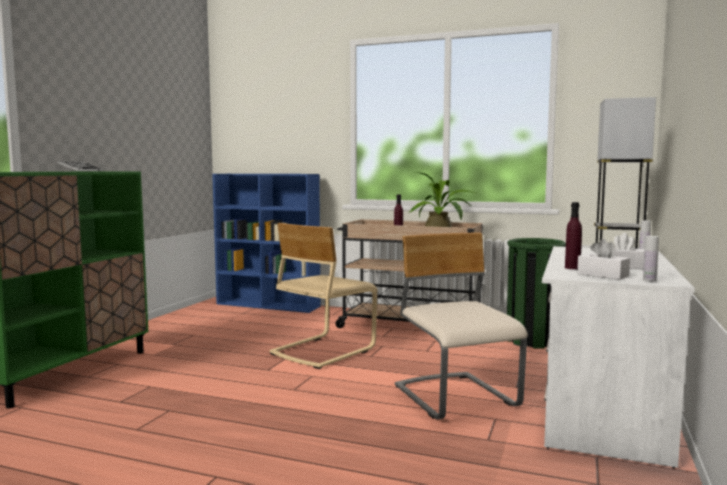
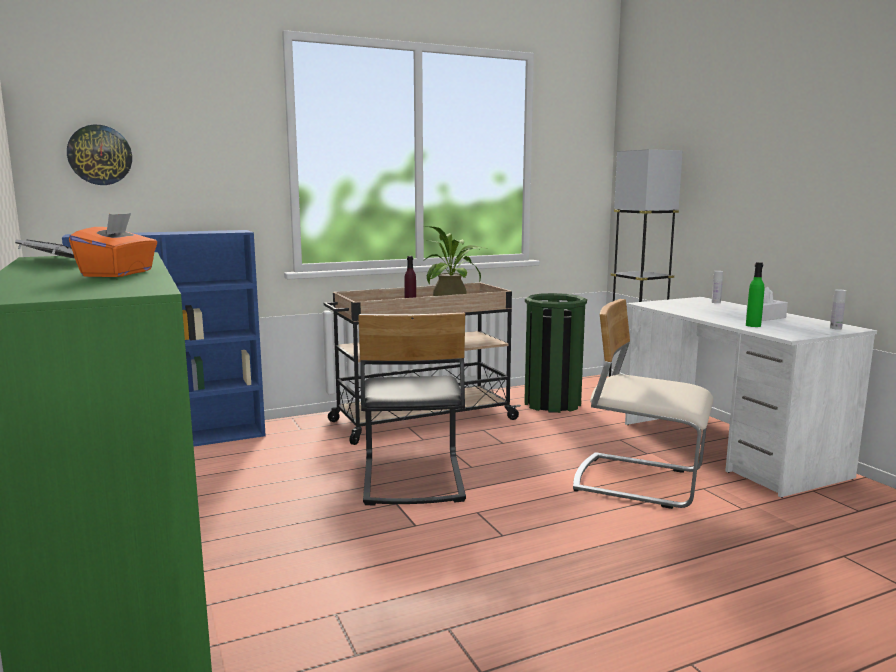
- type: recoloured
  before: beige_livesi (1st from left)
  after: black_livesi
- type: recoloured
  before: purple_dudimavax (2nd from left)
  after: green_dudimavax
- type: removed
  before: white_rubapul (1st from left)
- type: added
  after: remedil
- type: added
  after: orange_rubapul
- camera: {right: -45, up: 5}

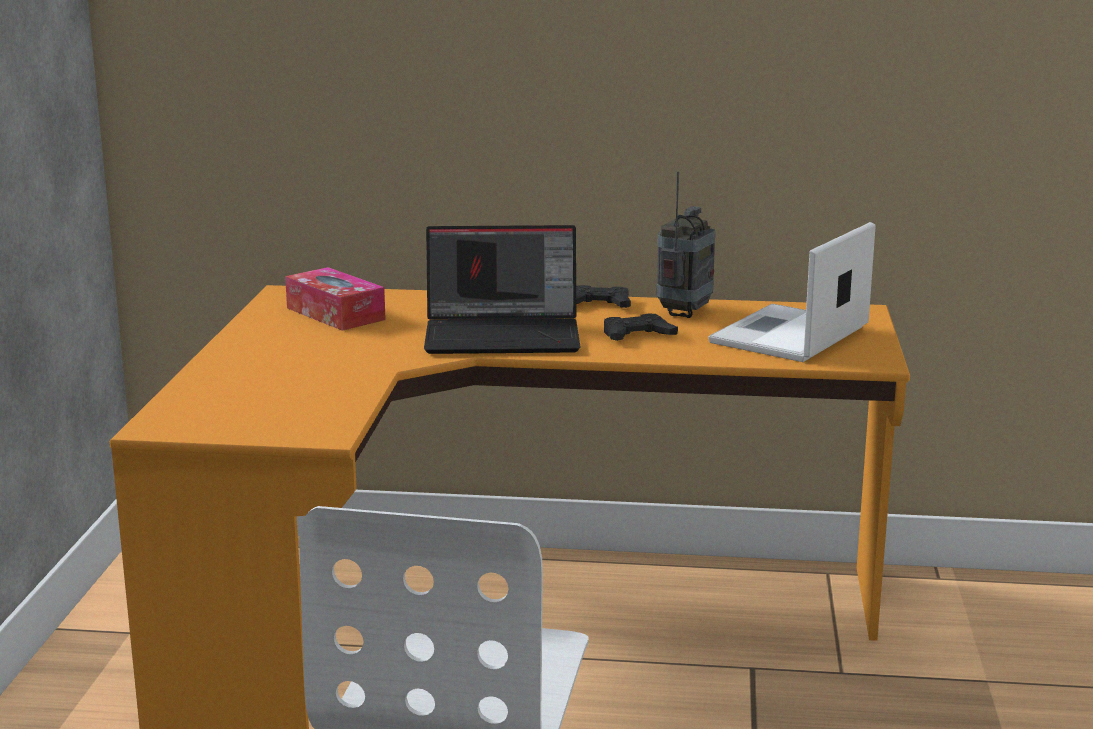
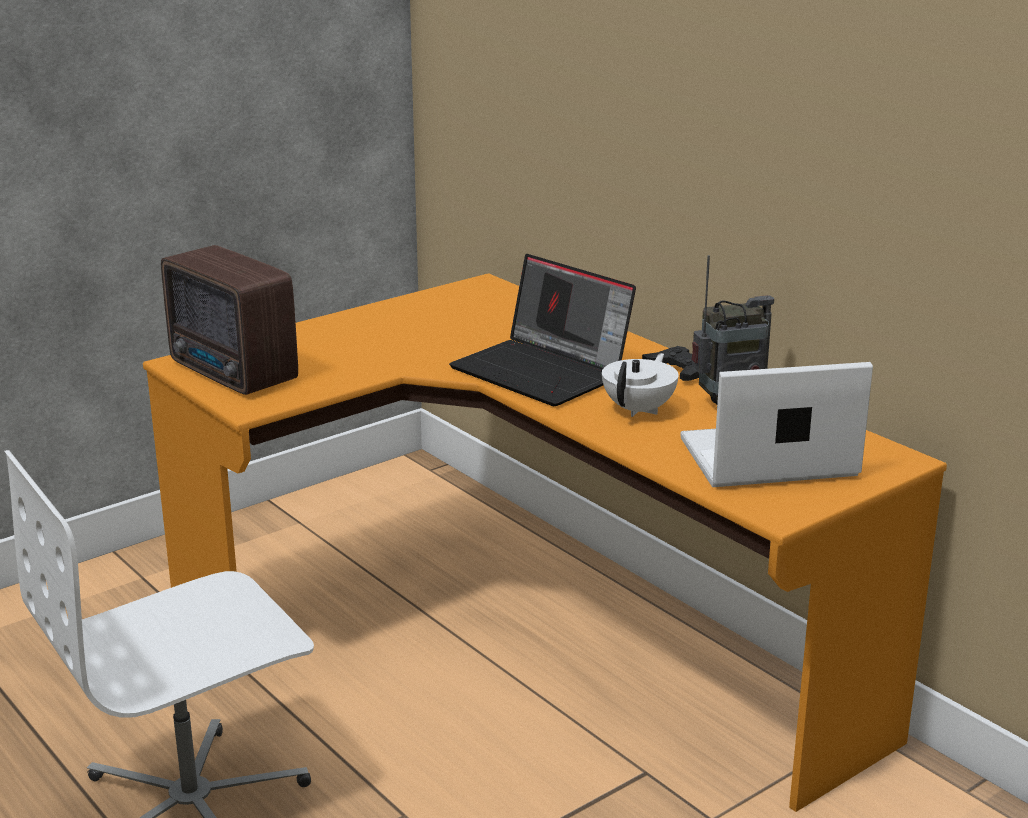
- type: removed
  before: rubapul
- type: replaced
  before: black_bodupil (2nd from left)
  after: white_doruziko
- type: added
  after: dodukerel (1st from left)
- camera: {right: 45, up: 5}

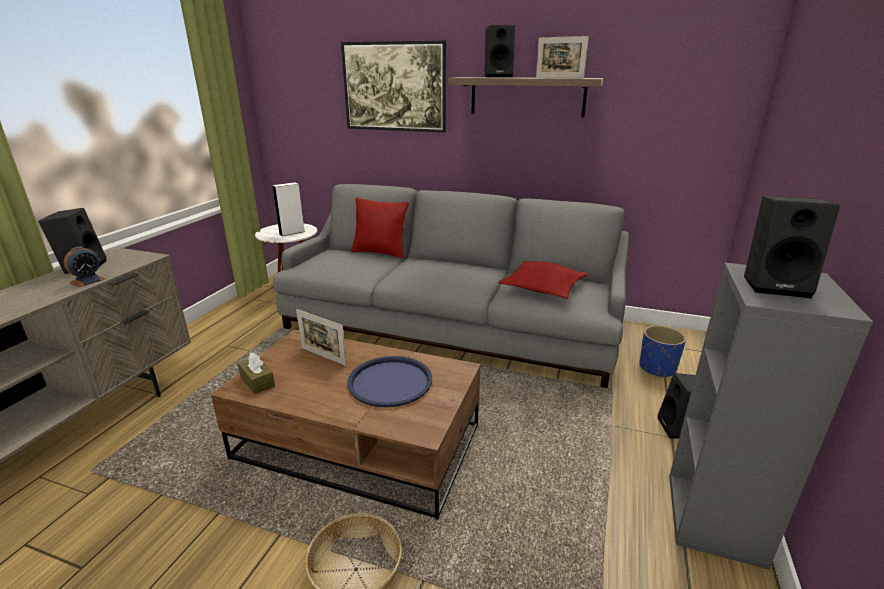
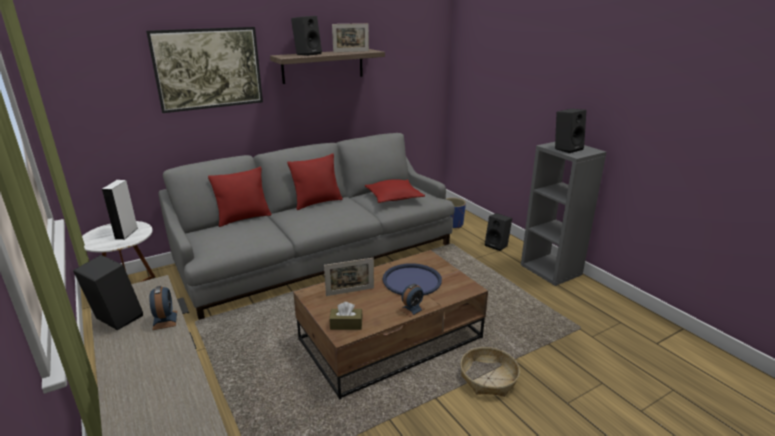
- type: added
  after: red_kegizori (2nd from left)
- type: added
  after: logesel (2nd from left)
- camera: {right: -50, up: 0}

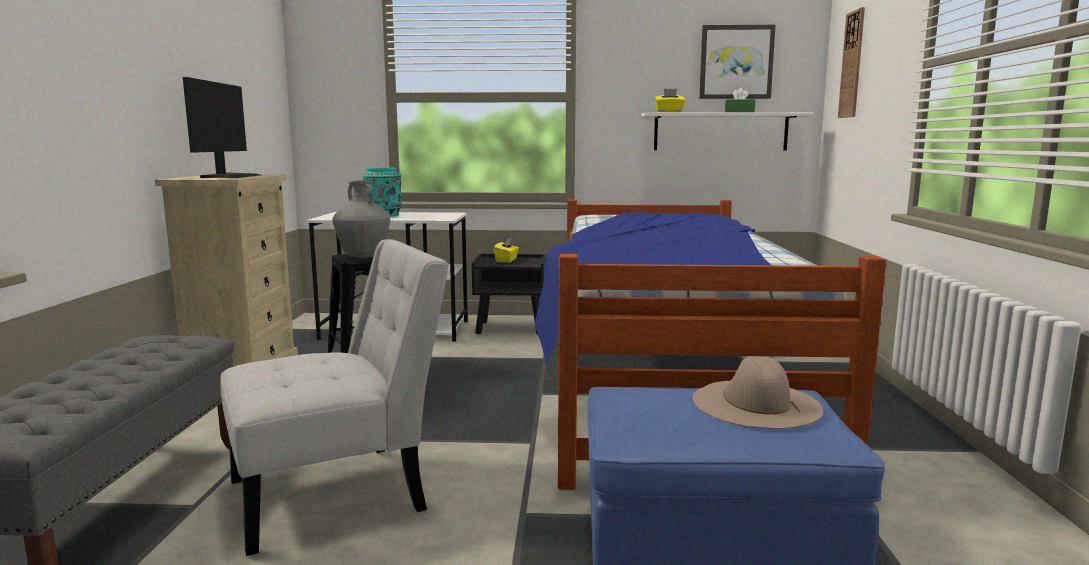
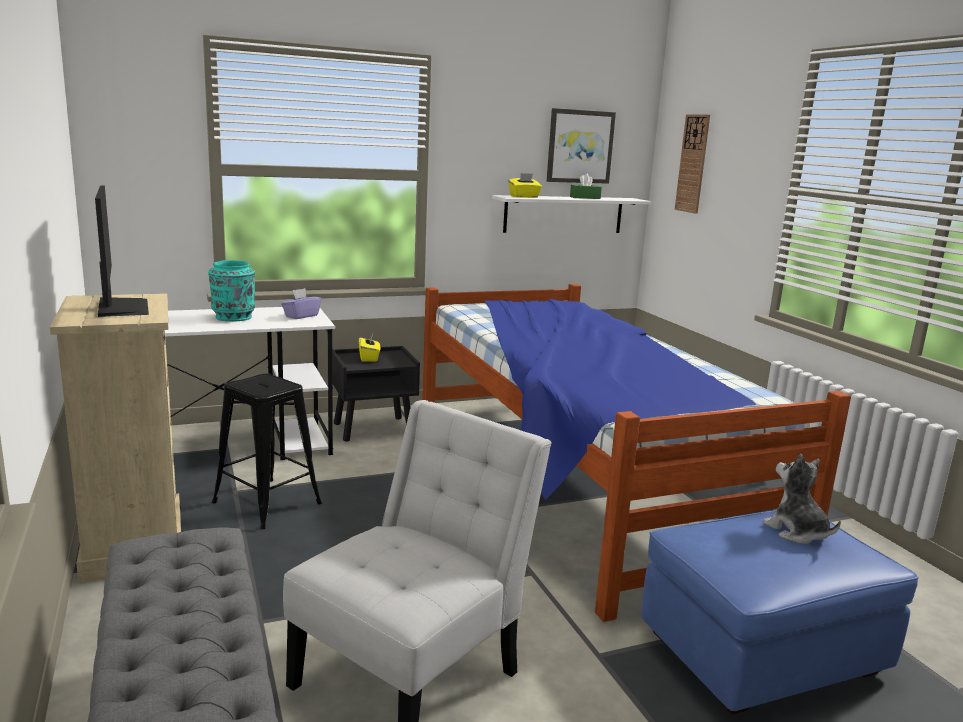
- type: removed
  before: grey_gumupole
- type: replaced
  before: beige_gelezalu
  after: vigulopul
- type: added
  after: purple_rubapul
- camera: {right: -25, up: 5}

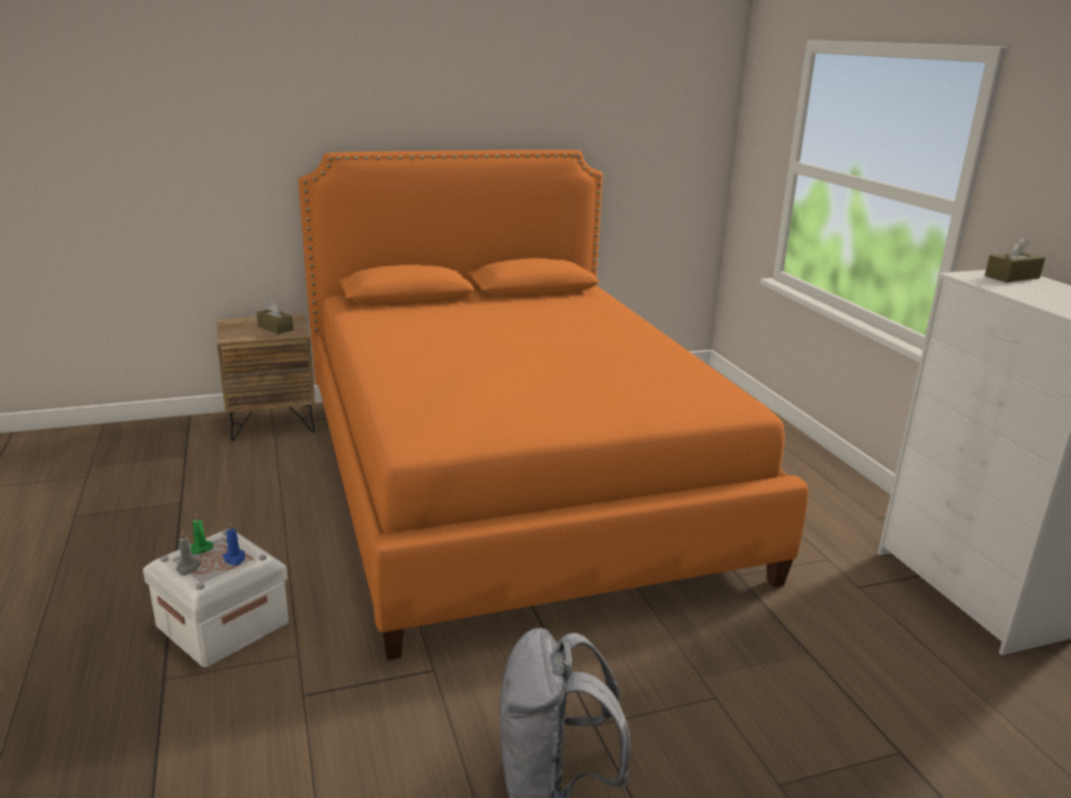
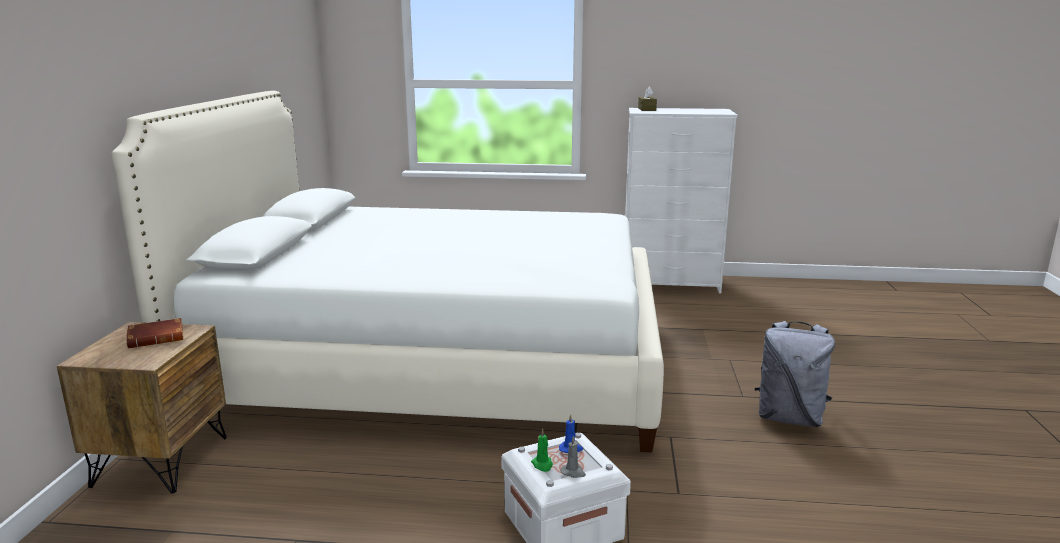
- type: replaced
  before: brown_rubapul (1st from left)
  after: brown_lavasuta
- type: recoloured
  before: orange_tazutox
  after: white_tazutox
- camera: {right: -65, up: -5}

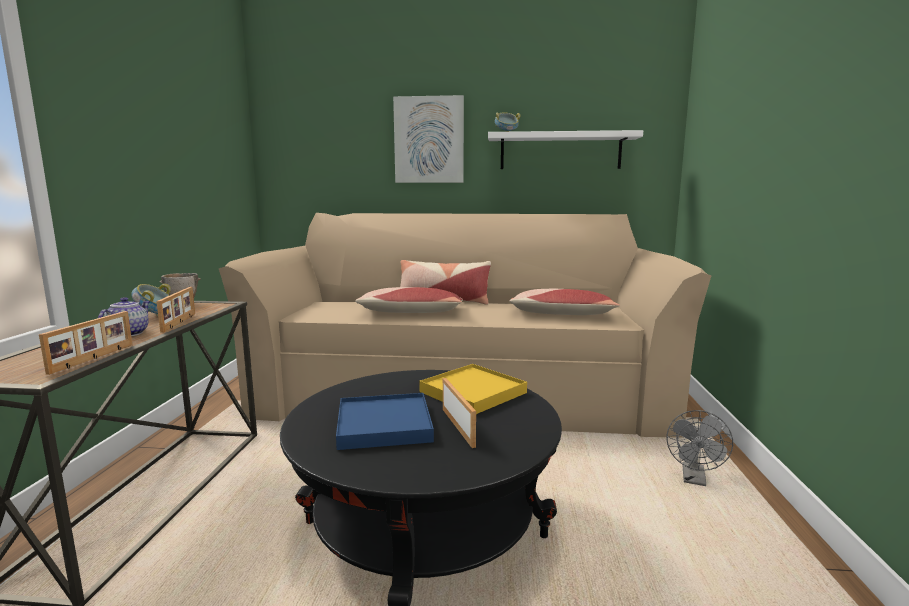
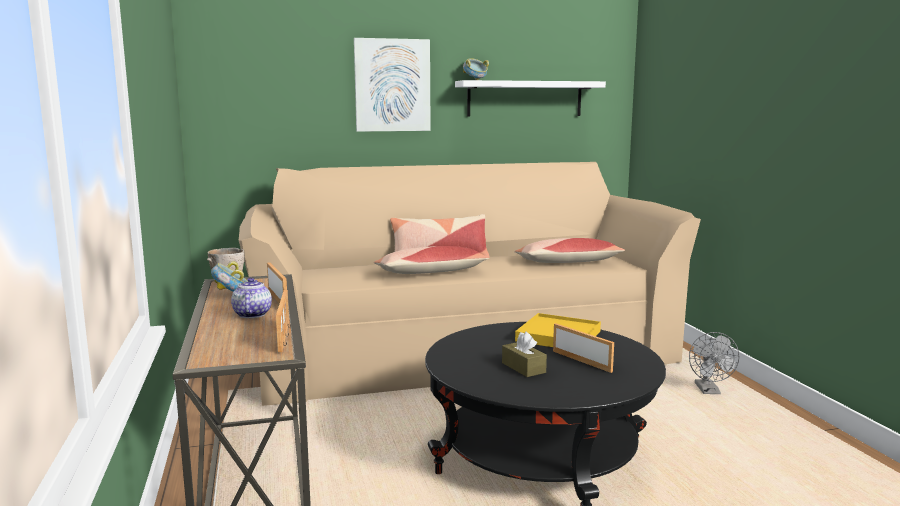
- type: replaced
  before: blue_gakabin
  after: brown_rubapul
- camera: {right: -20, up: 0}

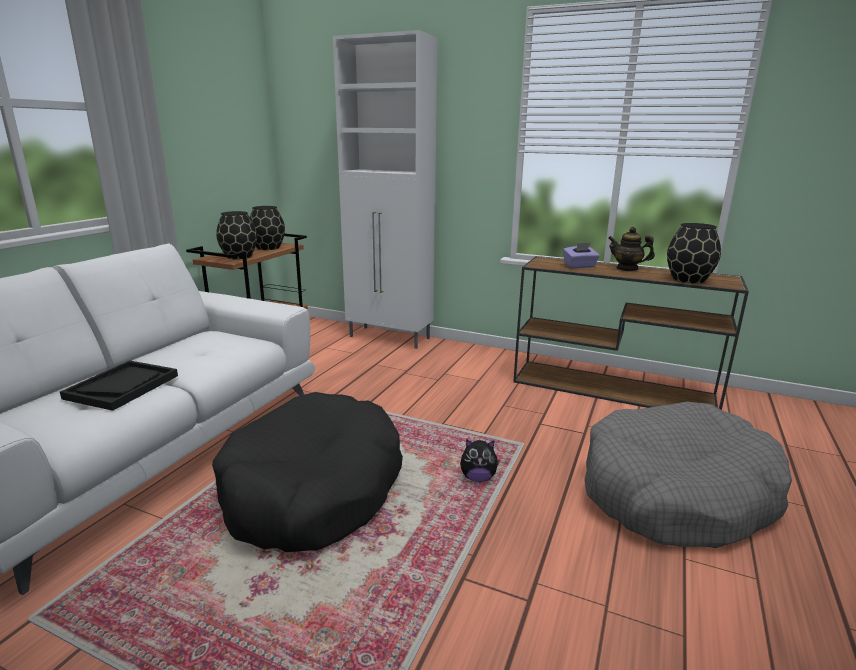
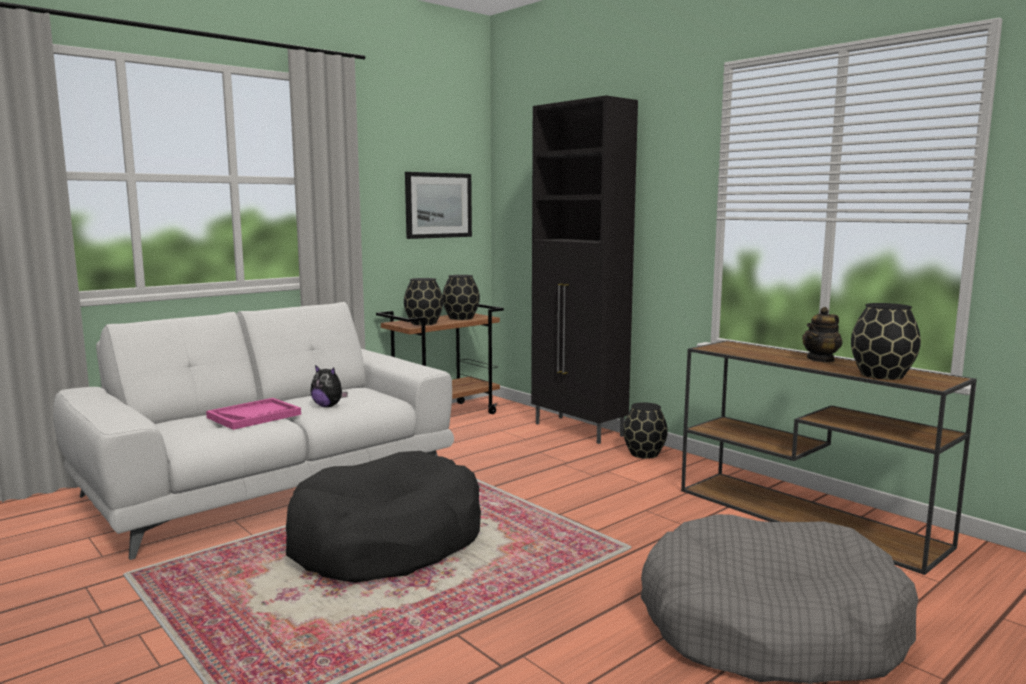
- type: recoloured
  before: black_gakabin
  after: pink_gakabin
- type: recoloured
  before: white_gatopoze
  after: black_gatopoze
- type: moved
  before: vigulopul
- type: removed
  before: purple_rubapul
- type: turned
  before: doruziko
  turn: -90
- type: added
  after: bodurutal
- type: added
  after: black_gumupole (3rd from left)
- camera: {right: 25, up: -10}

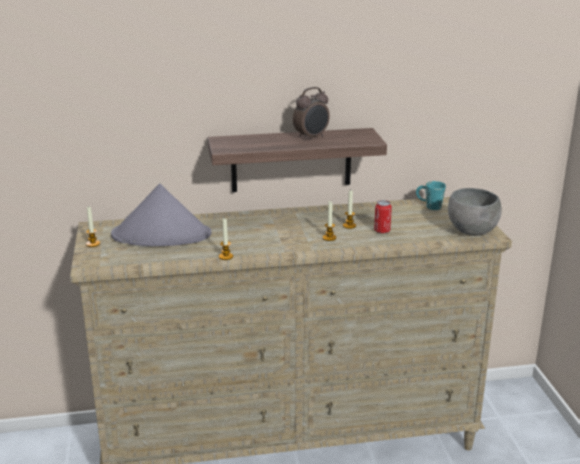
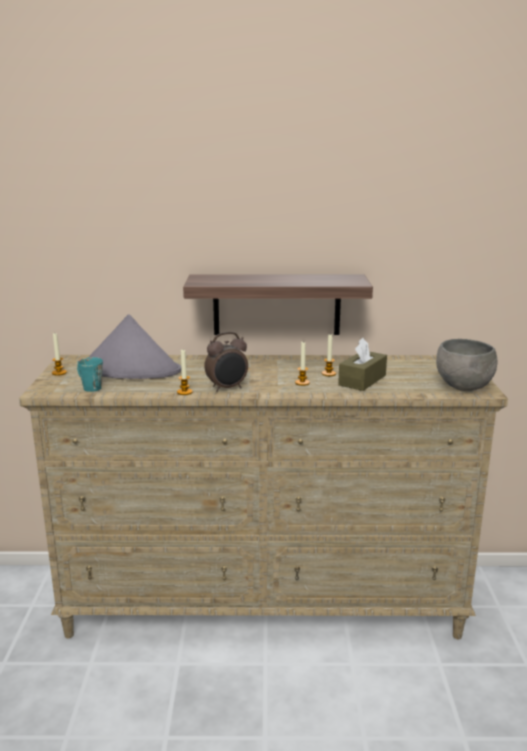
- type: moved
  before: logesel
- type: replaced
  before: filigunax
  after: brown_rubapul
- type: moved
  before: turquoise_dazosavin
- camera: {right: 10, up: -5}

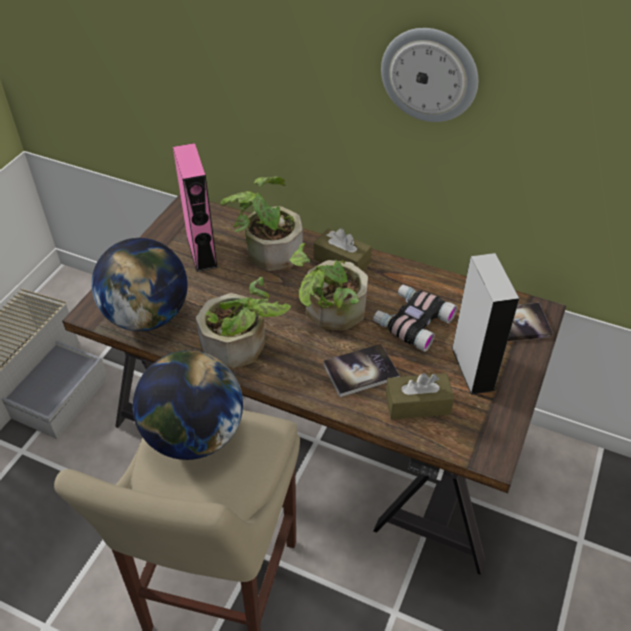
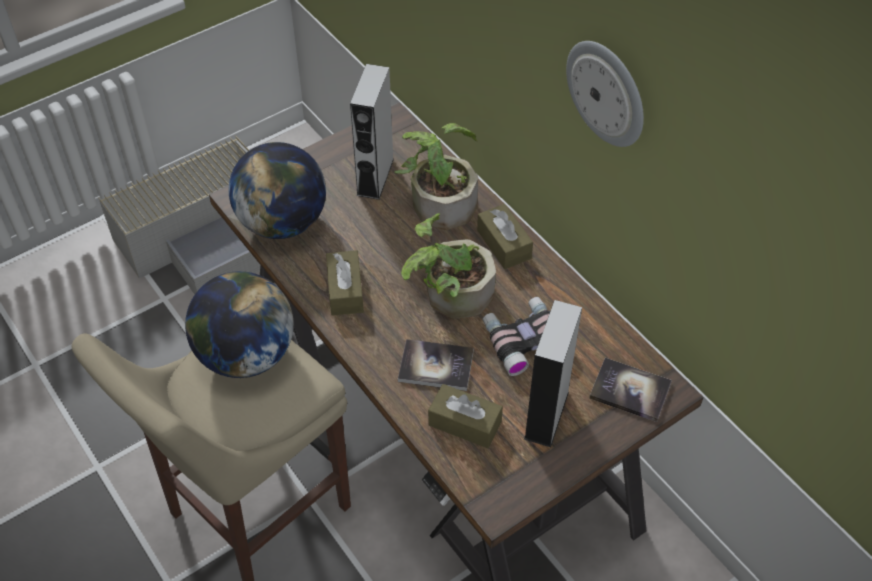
- type: recoloured
  before: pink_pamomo
  after: grey_pamomo (1st from left)
- type: replaced
  before: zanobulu (1st from left)
  after: brown_rubapul (1st from left)
- camera: {right: 30, up: 5}

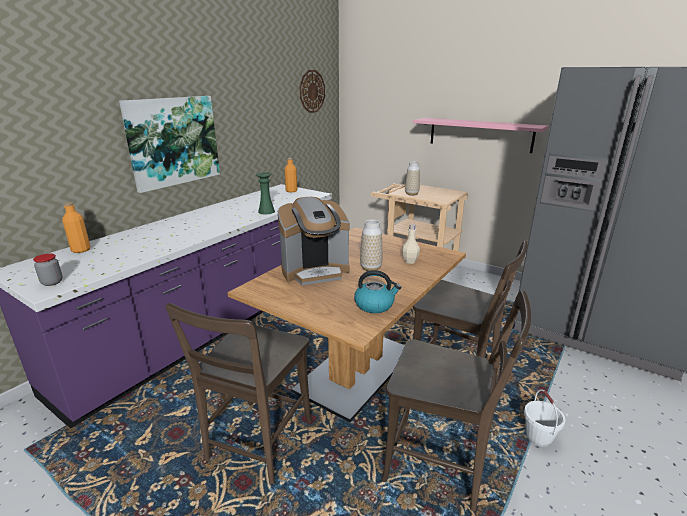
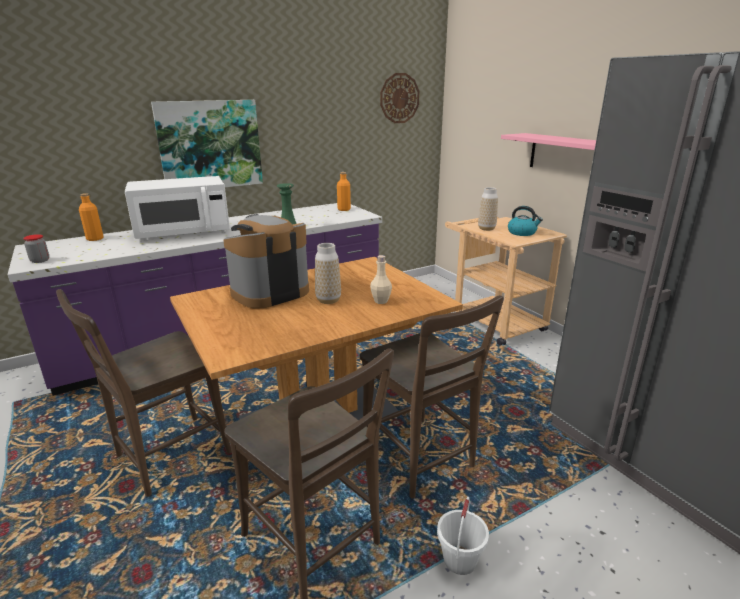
- type: turned
  before: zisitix
  turn: 135
- type: moved
  before: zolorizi
- type: added
  after: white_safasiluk
- camera: {right: 25, up: 0}

